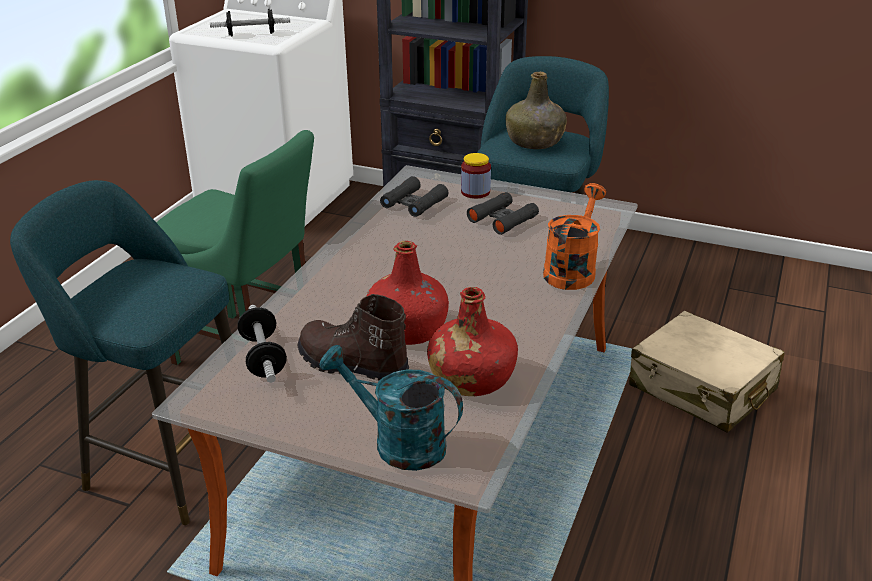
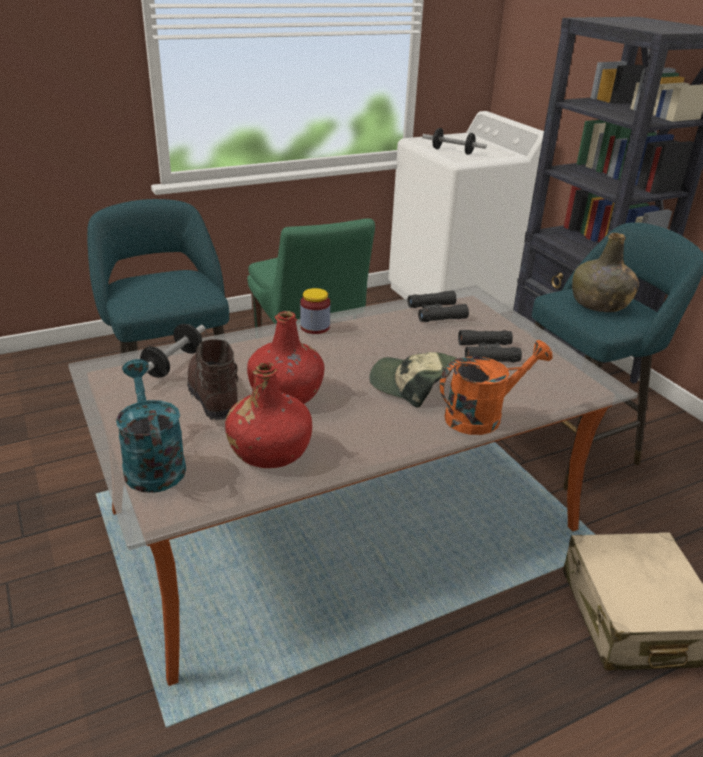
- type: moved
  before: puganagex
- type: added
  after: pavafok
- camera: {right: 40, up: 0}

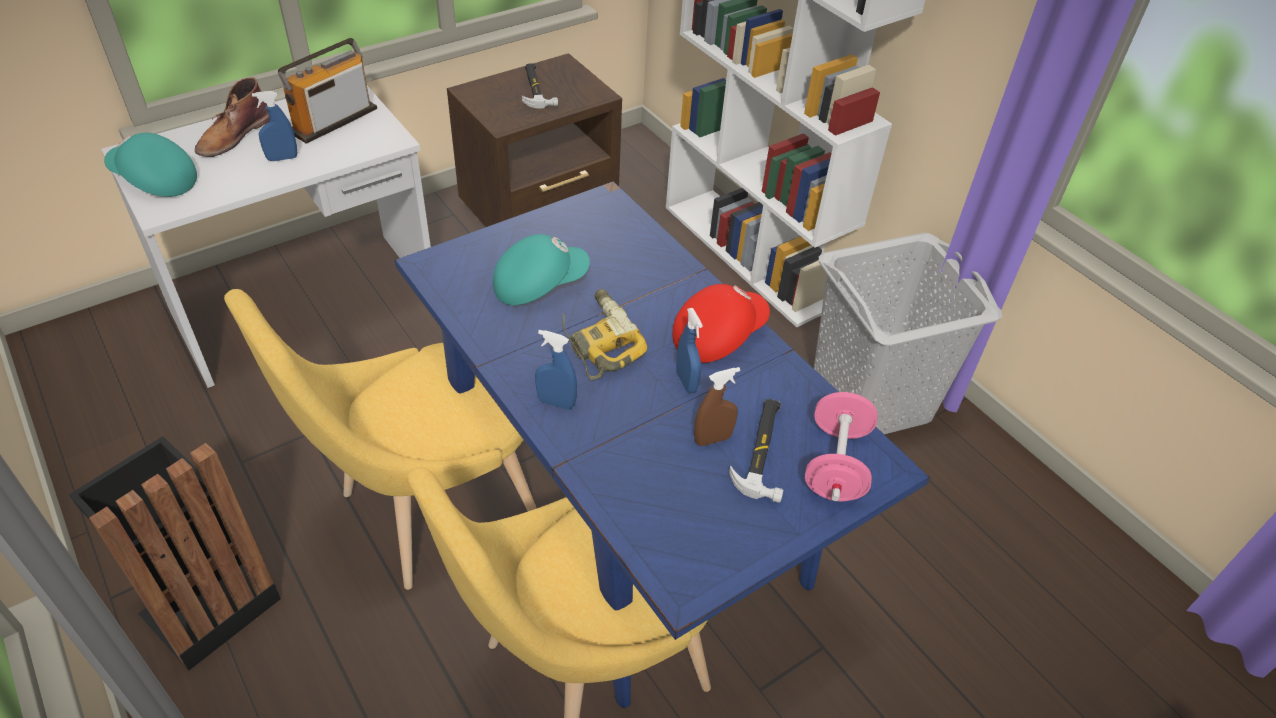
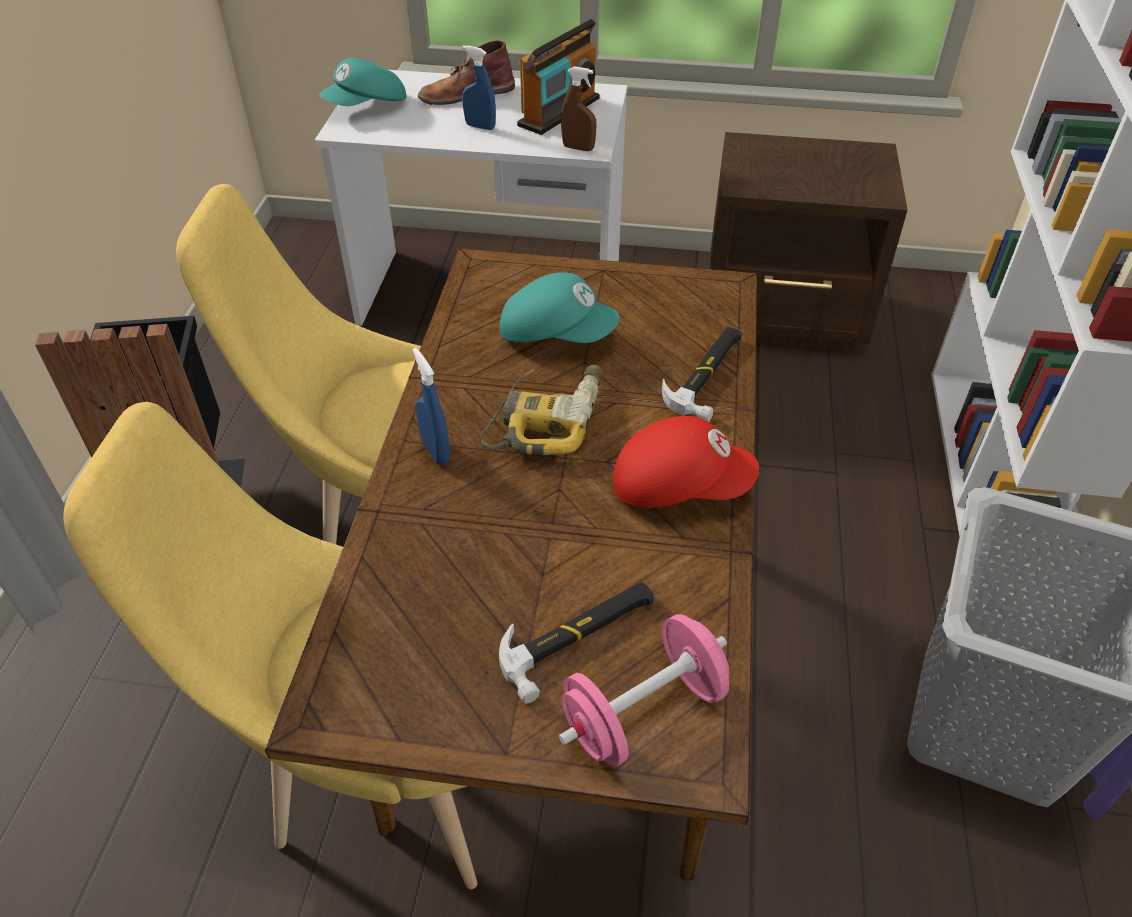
- type: turned
  before: turquoise_pavafok (1st from left)
  turn: -105
- type: turned
  before: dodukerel
  turn: 135
- type: recoloured
  before: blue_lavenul
  after: brown_lavenul
- type: moved
  before: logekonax (1st from left in the first image)
  after: logekonax (2nd from left)
- type: removed
  before: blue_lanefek (3rd from left)
- type: moved
  before: brown_lanefek
- camera: {right: 45, up: 0}

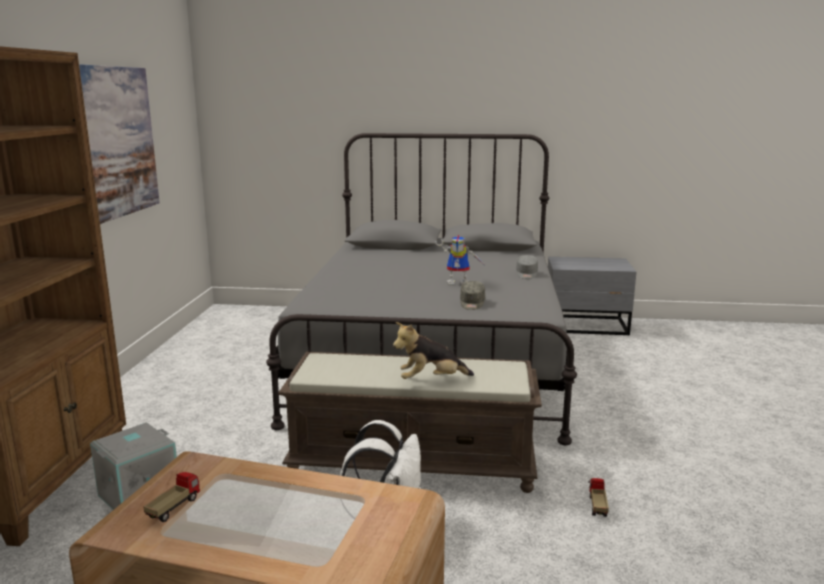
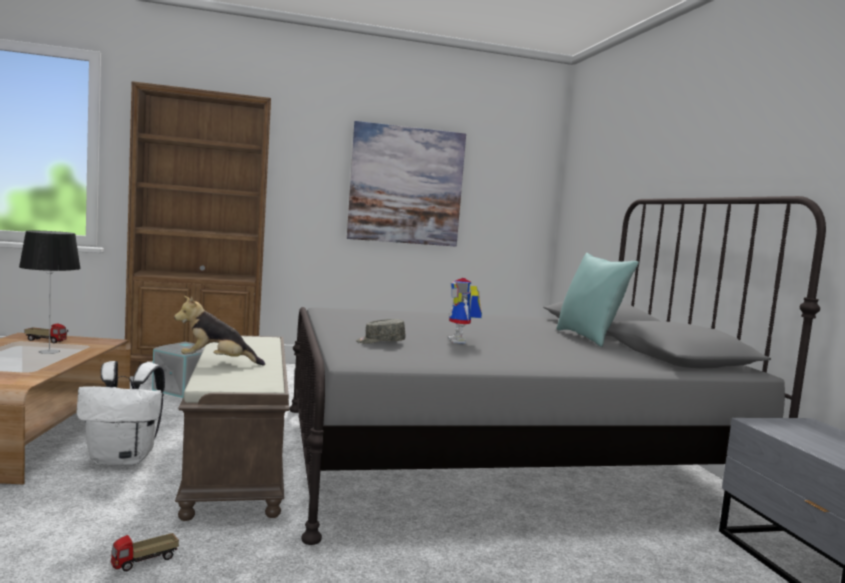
- type: turned
  before: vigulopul
  turn: -60
- type: removed
  before: grey_pavafok (2nd from left)
- type: turned
  before: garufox (2nd from left)
  turn: 150
- type: added
  after: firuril
- type: added
  after: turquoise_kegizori
- camera: {right: 70, up: -10}

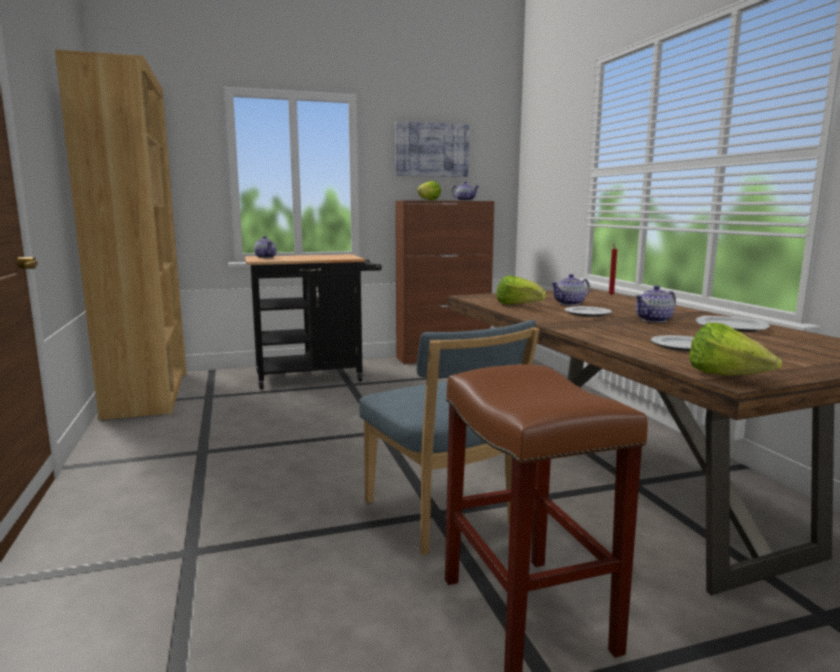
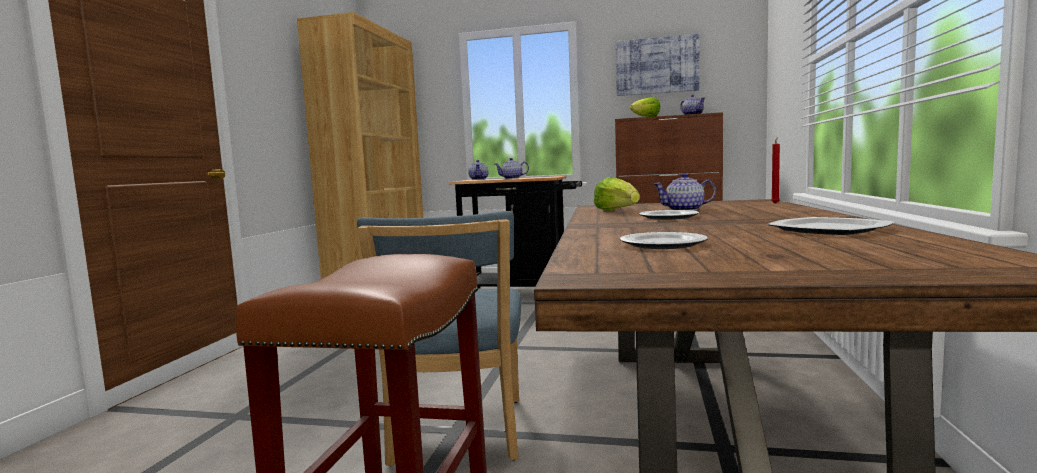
- type: moved
  before: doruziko (4th from left in the first image)
  after: doruziko (2nd from left)
- type: removed
  before: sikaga (3rd from left)
- camera: {right: 30, up: -5}

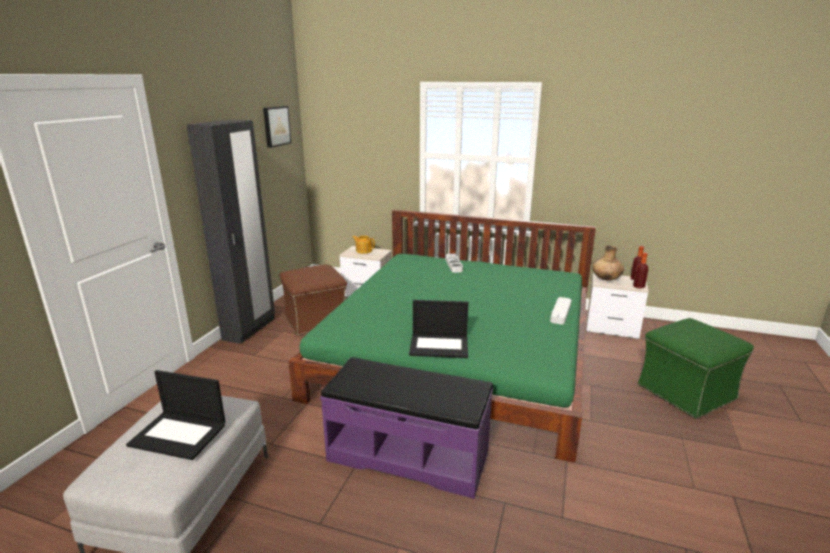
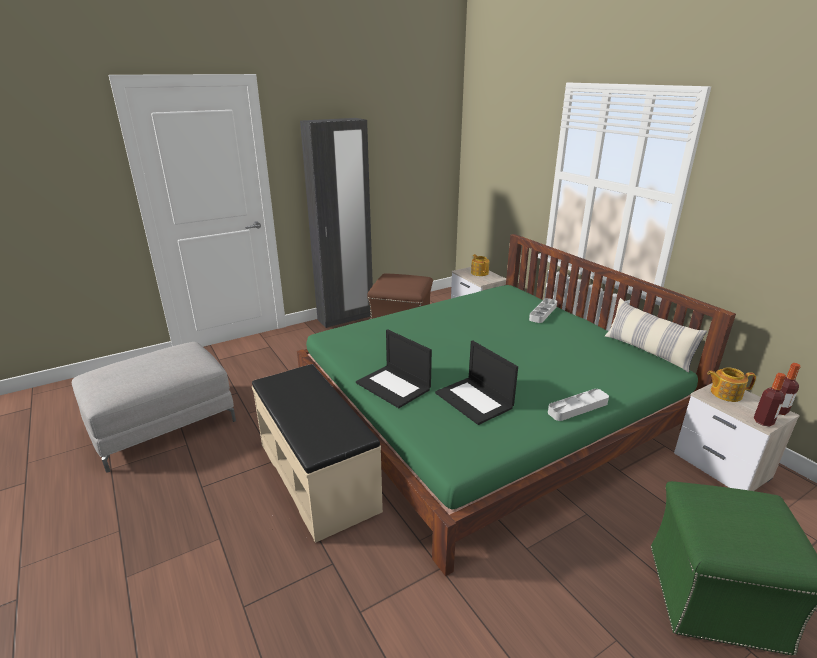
- type: moved
  before: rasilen (1st from left in the first image)
  after: rasilen (2nd from left)
- type: removed
  before: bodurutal
- type: recoloured
  before: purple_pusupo
  after: beige_pusupo
- type: replaced
  before: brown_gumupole
  after: doruziko (2nd from left)
- type: added
  after: kegizori
- camera: {right: 40, up: 5}

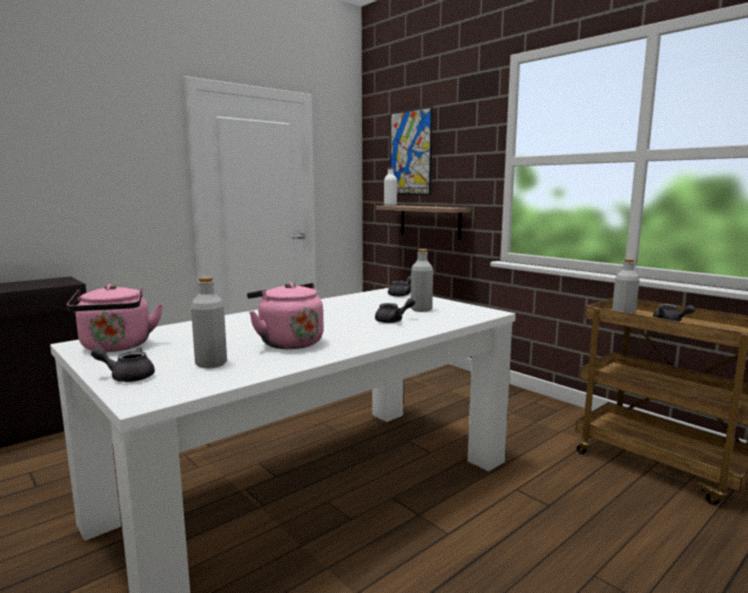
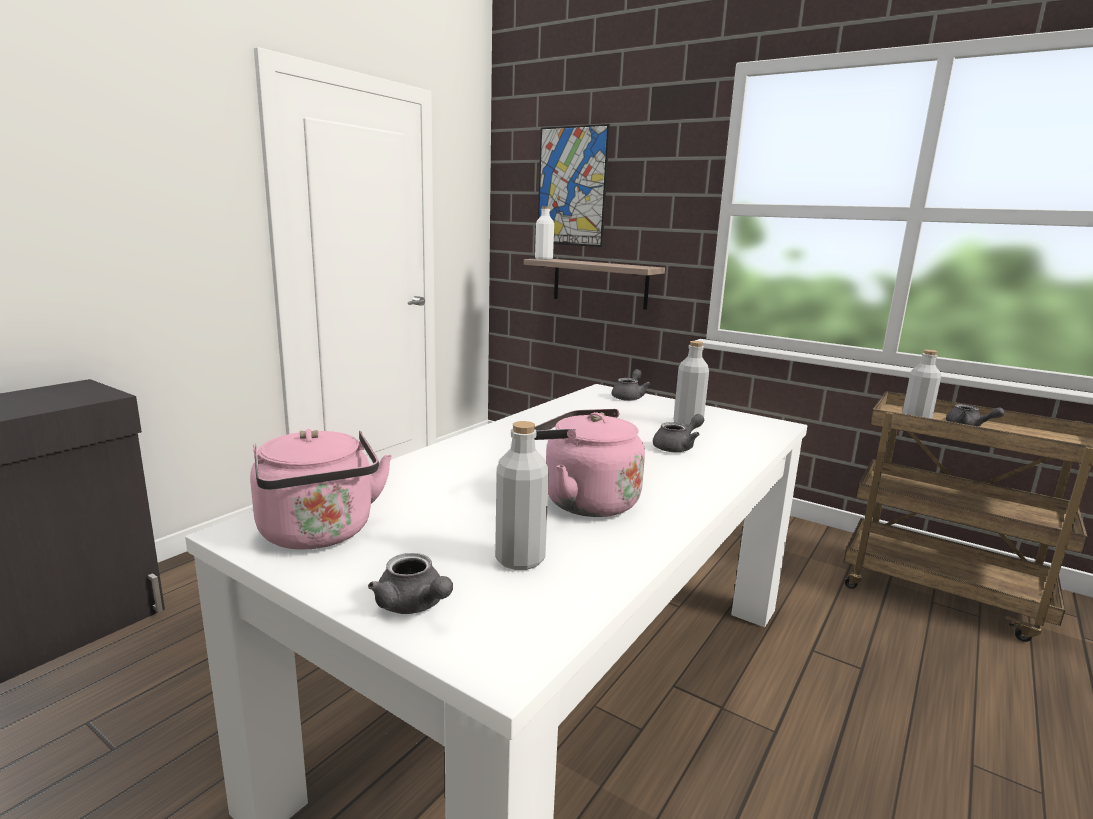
- type: turned
  before: grey_doruziko (1st from left)
  turn: -120
- camera: {right: -15, up: 5}

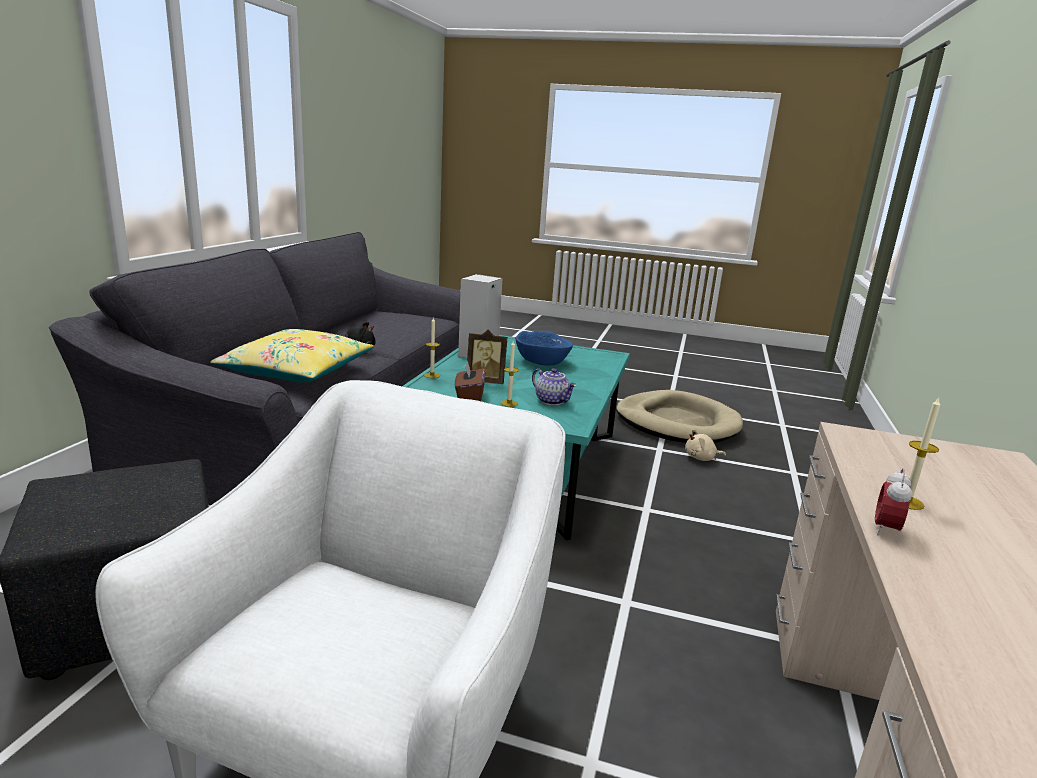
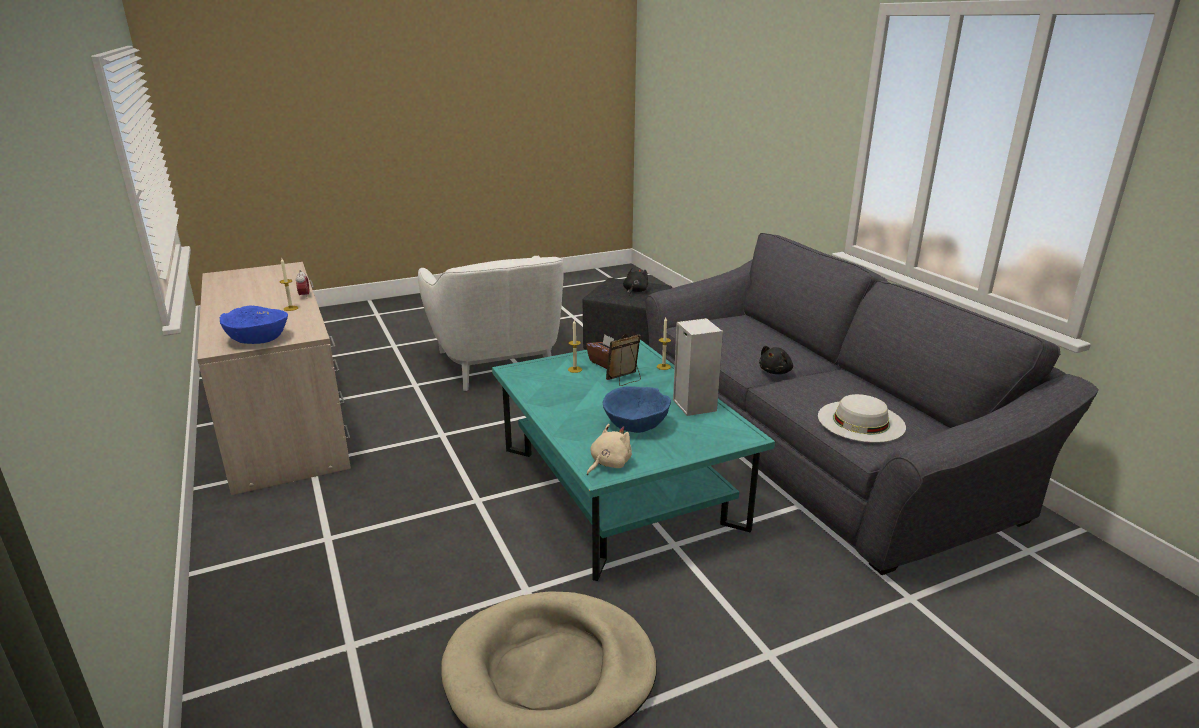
- type: removed
  before: yellow_kegizori
- type: removed
  before: doruziko
- type: moved
  before: beige_vigulopul
- type: added
  after: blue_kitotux (1st from left)
- type: added
  after: black_vigulopul (1st from left)
- type: added
  after: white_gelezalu
- camera: {right: 140, up: 5}

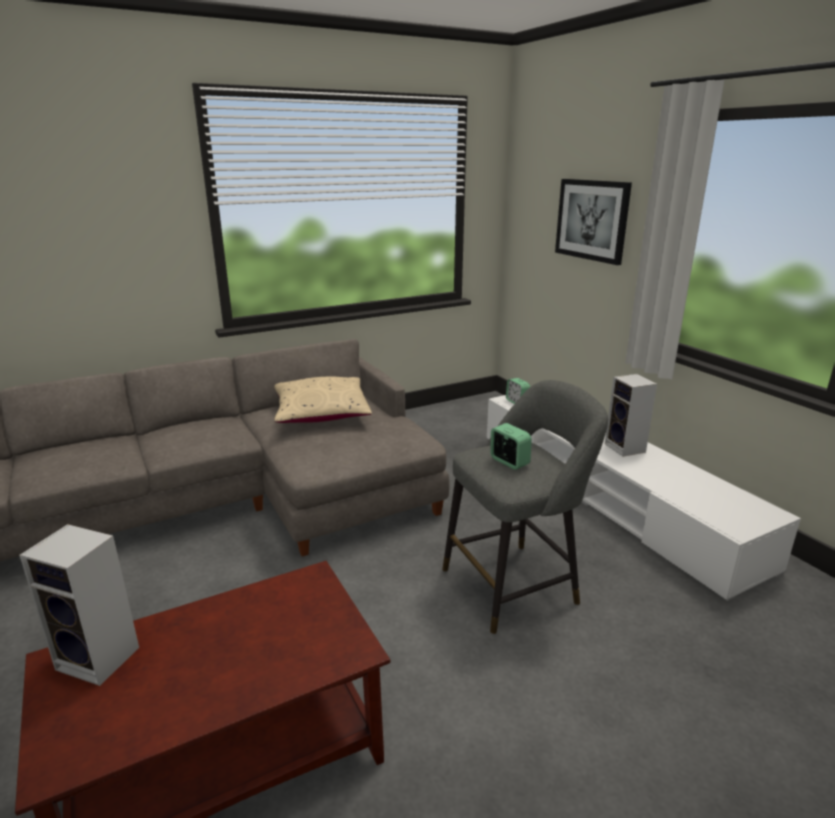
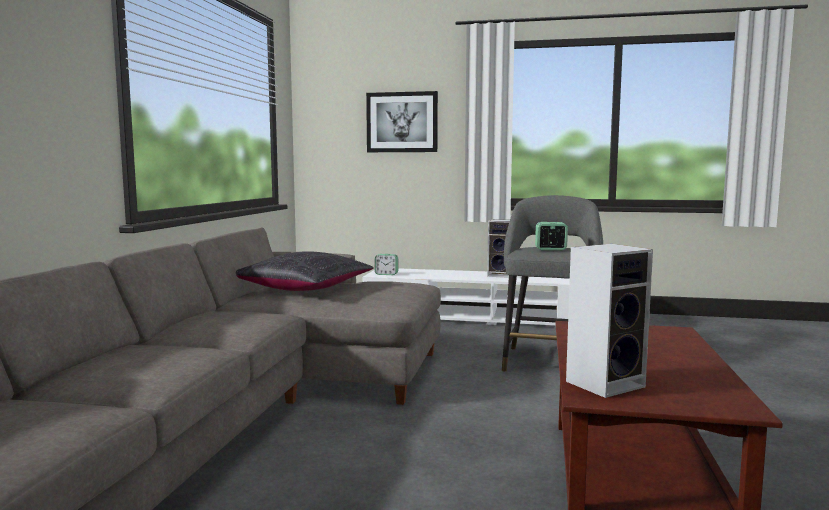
- type: recoloured
  before: beige_kegizori
  after: black_kegizori
- camera: {right: -50, up: -15}

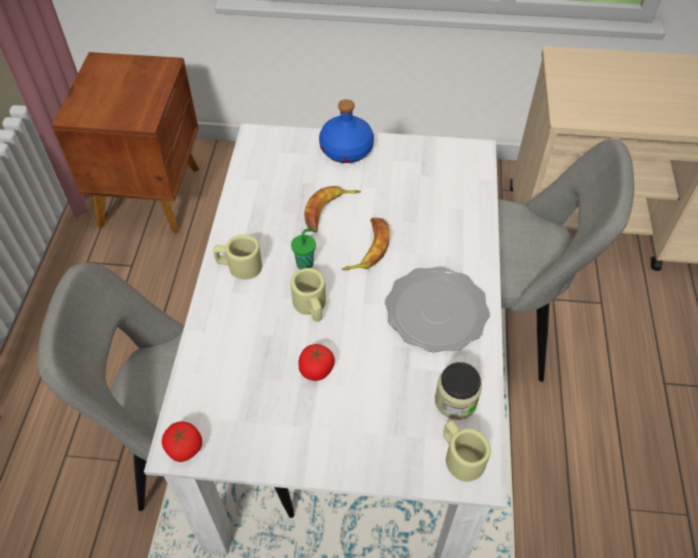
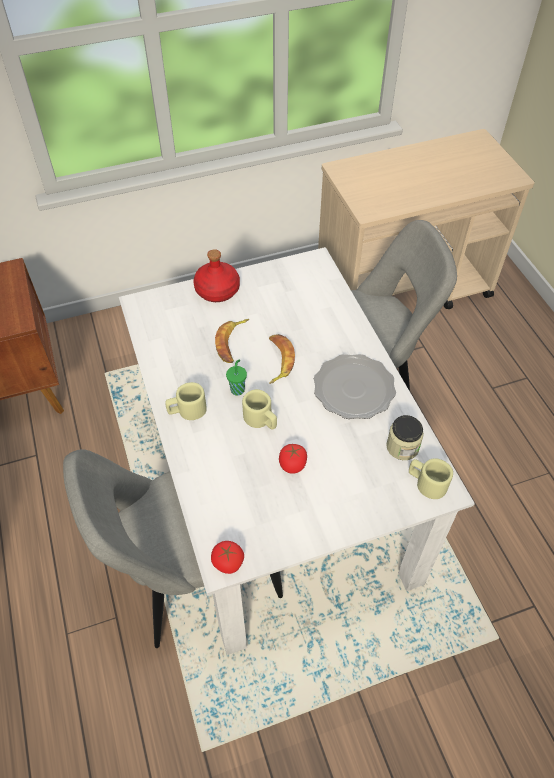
- type: recoloured
  before: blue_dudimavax
  after: red_dudimavax
- camera: {right: -25, up: 0}

